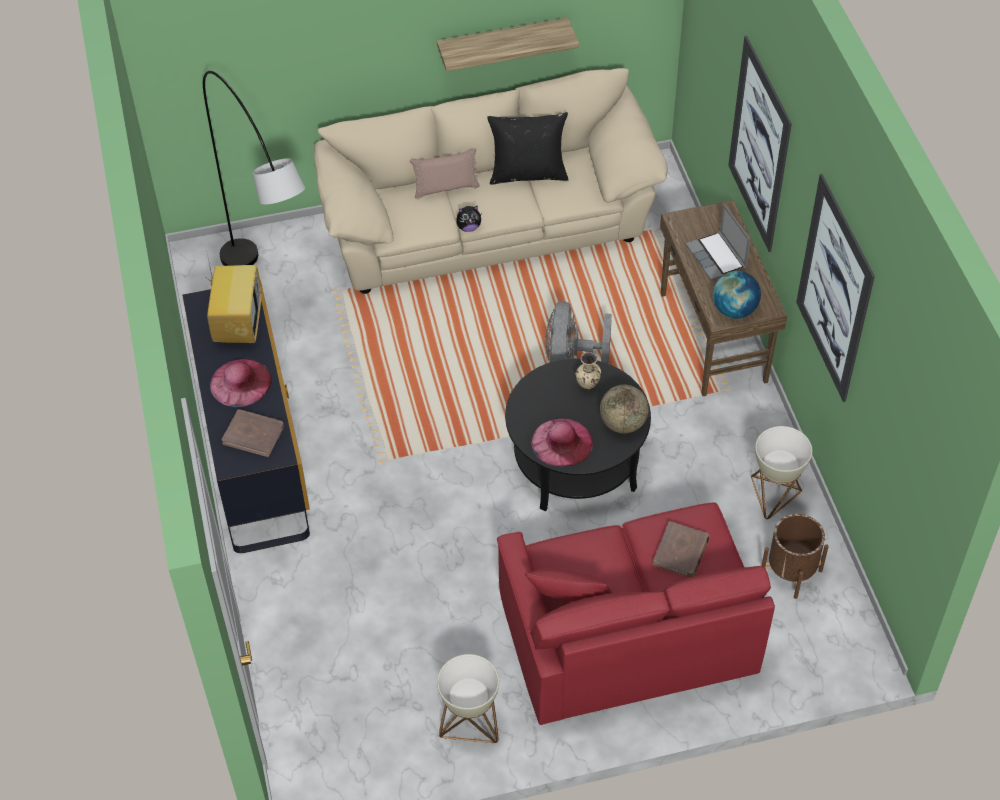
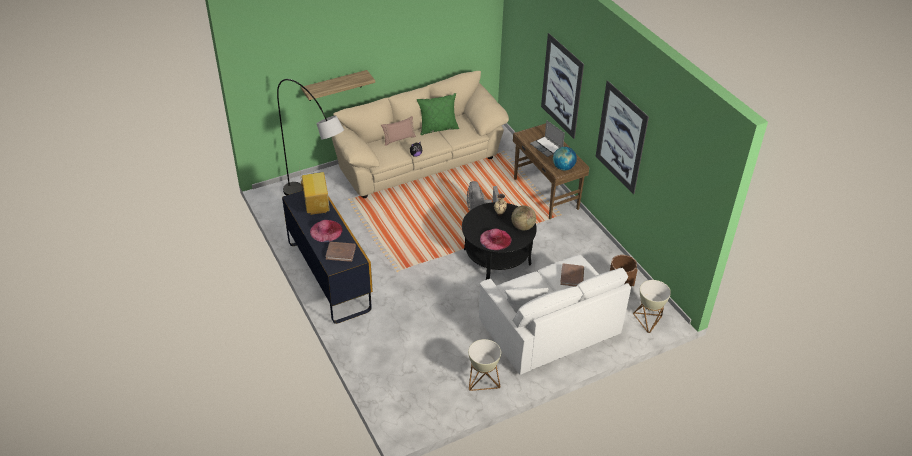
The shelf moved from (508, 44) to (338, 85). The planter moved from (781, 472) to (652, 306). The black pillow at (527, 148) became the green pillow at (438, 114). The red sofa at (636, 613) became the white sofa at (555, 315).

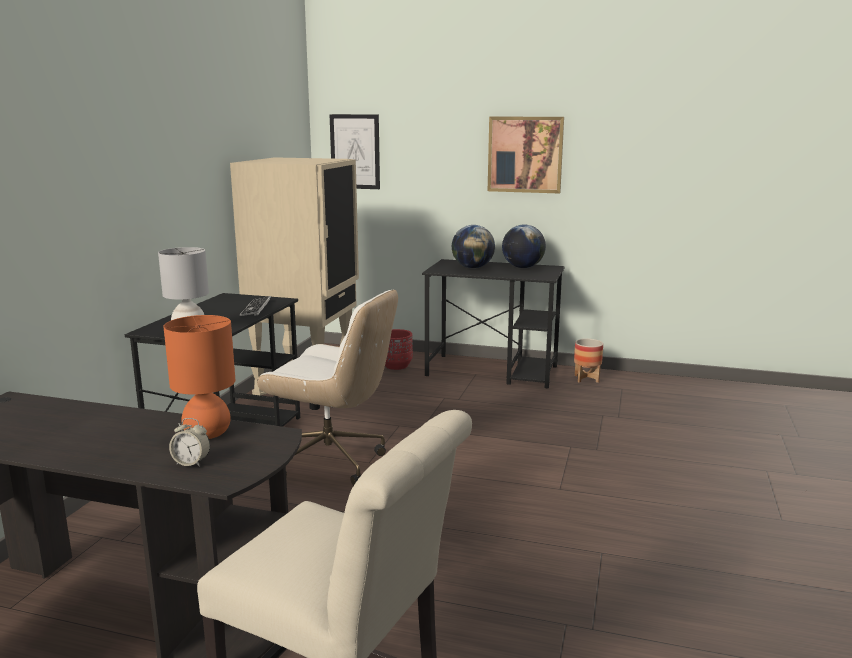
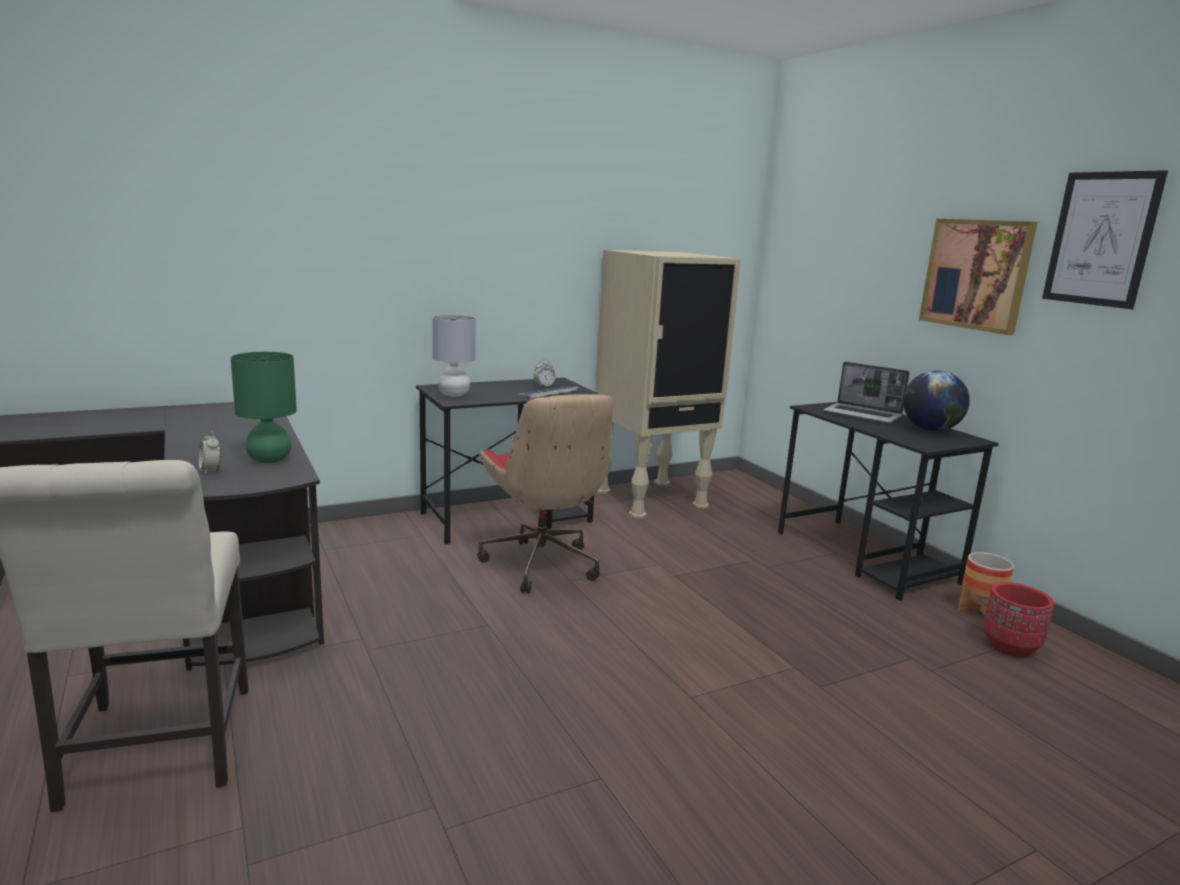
The alarm clock at (545, 373) appeared. The picture moved from (354, 151) to (1105, 239). The red planter moved from (399, 349) to (1018, 619). The globe at (473, 246) was replaced by the laptop at (866, 393). The orange table lamp at (199, 377) became the green table lamp at (264, 407). The white office chair at (327, 387) became the red office chair at (545, 493).

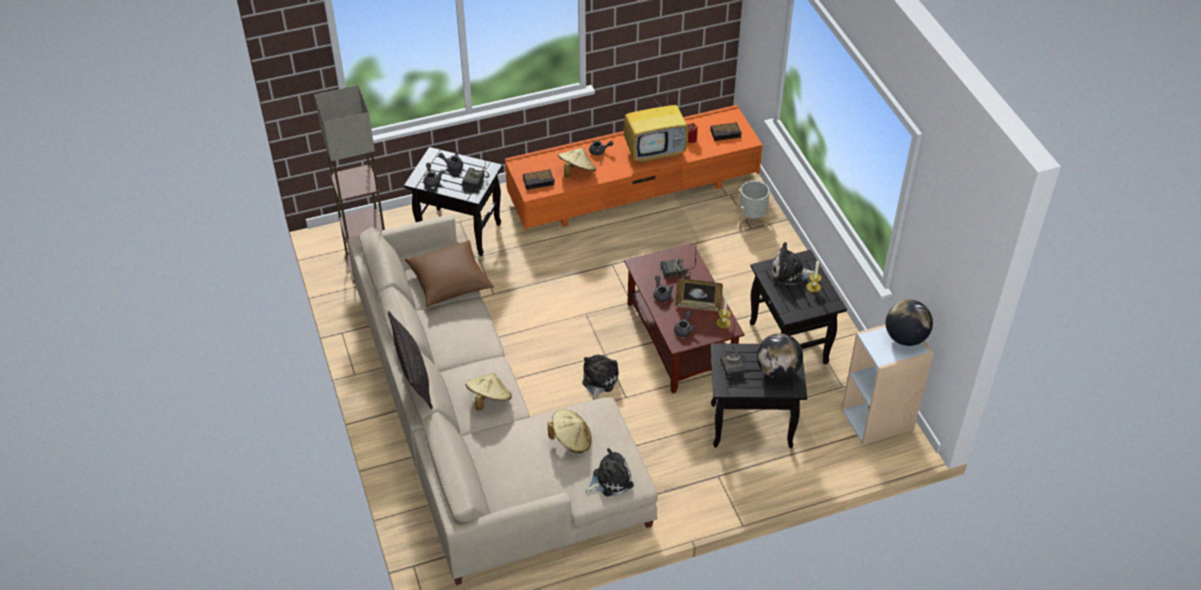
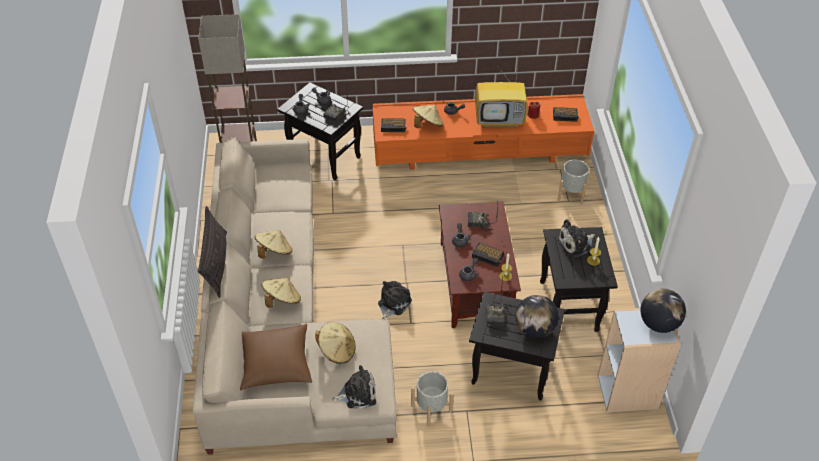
The beige hat at (273, 244) appeared. The grey planter at (432, 399) appeared. The brown pillow moved from (449, 274) to (276, 357). The picture frame at (699, 295) was replaced by the alarm clock at (488, 255). The plush toy at (793, 263) turned 45 degrees counterclockwise.

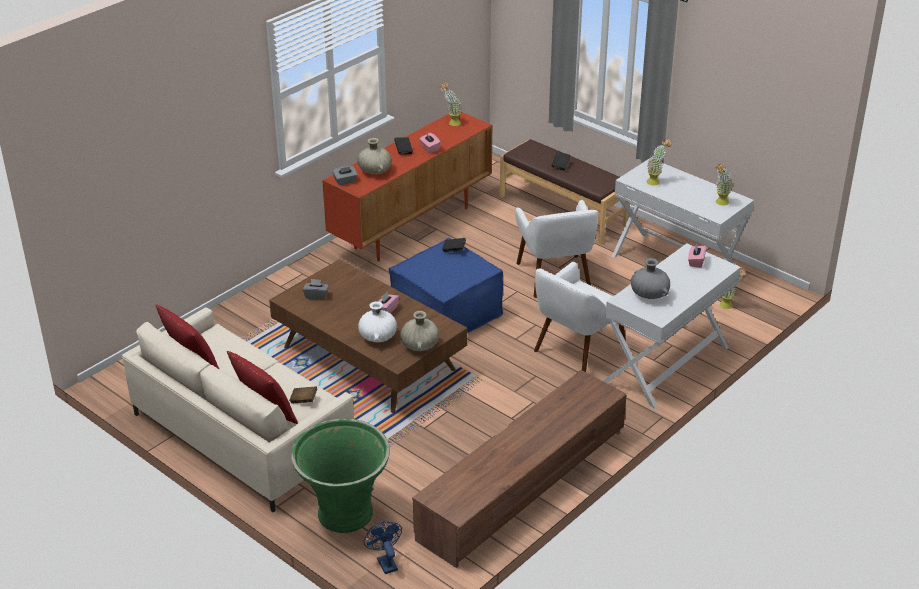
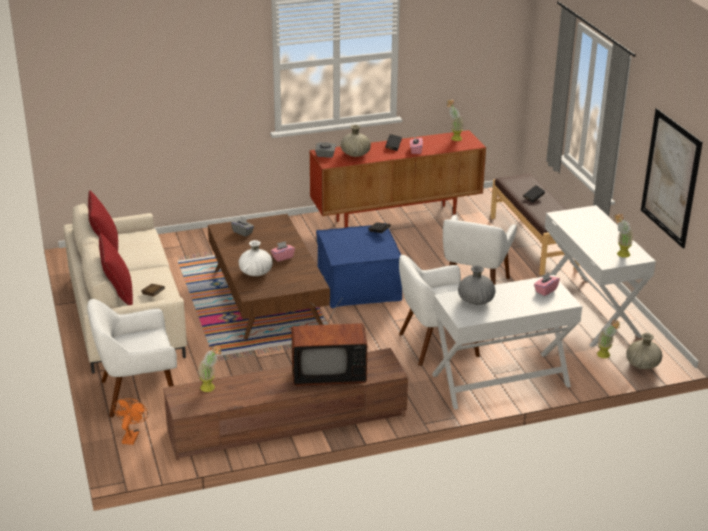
The television at (329, 341) appeared. The picture at (672, 178) appeared. The beige vase moved from (419, 331) to (644, 351). The potted plant moved from (659, 162) to (210, 368). The green planter at (340, 475) was replaced by the white armchair at (132, 358). The blue fan at (383, 547) became the orange fan at (130, 421).

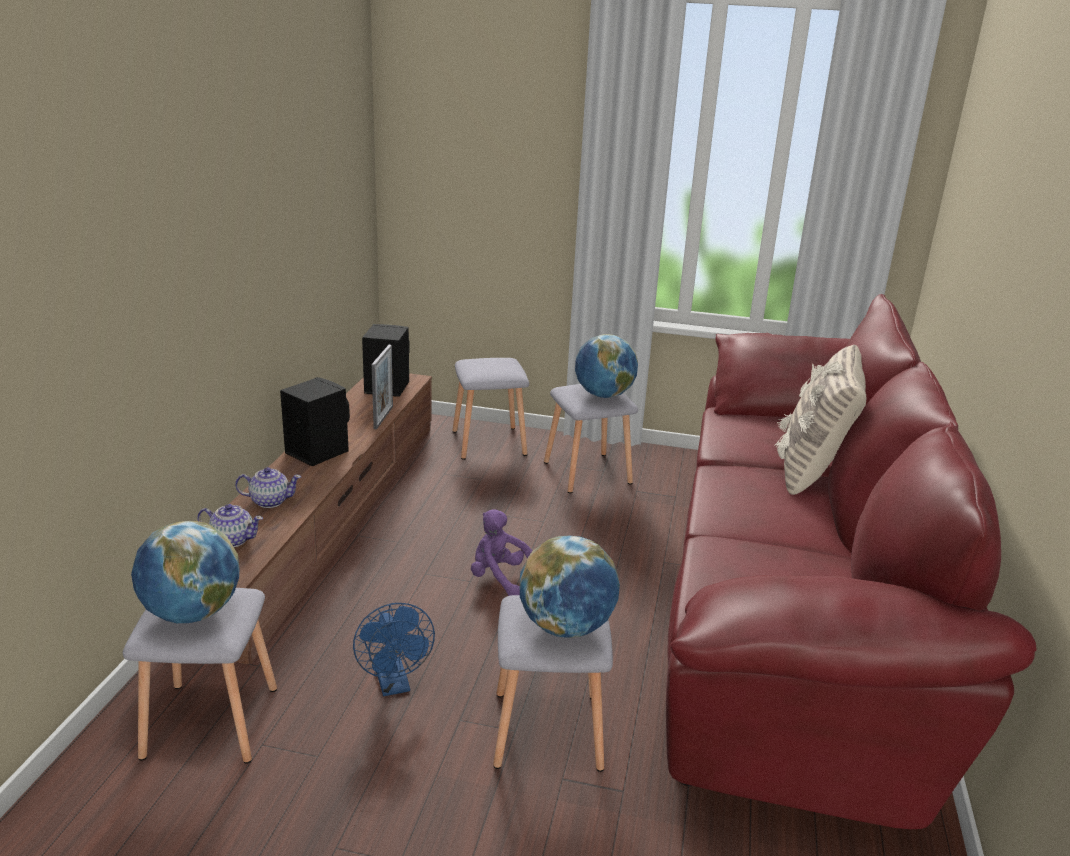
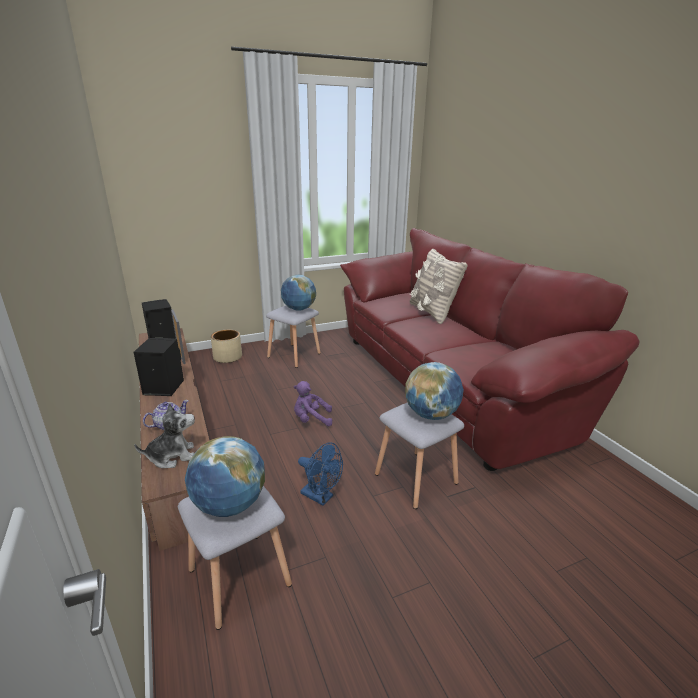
The teapot at (230, 525) was replaced by the plush toy at (164, 435). The grey stool at (490, 409) was replaced by the beige planter at (226, 346).

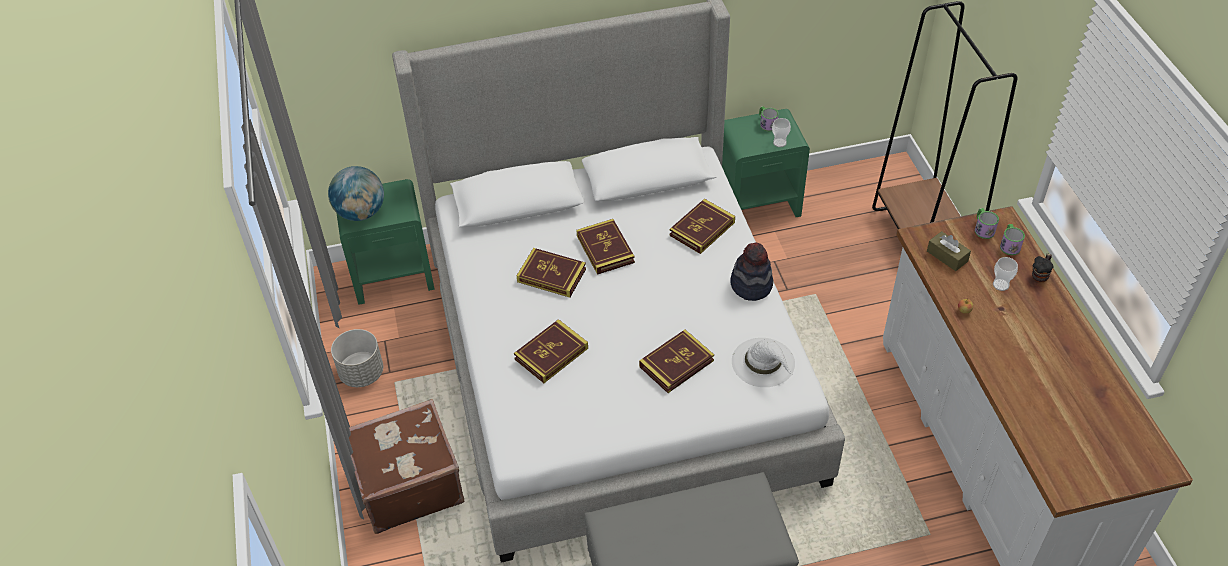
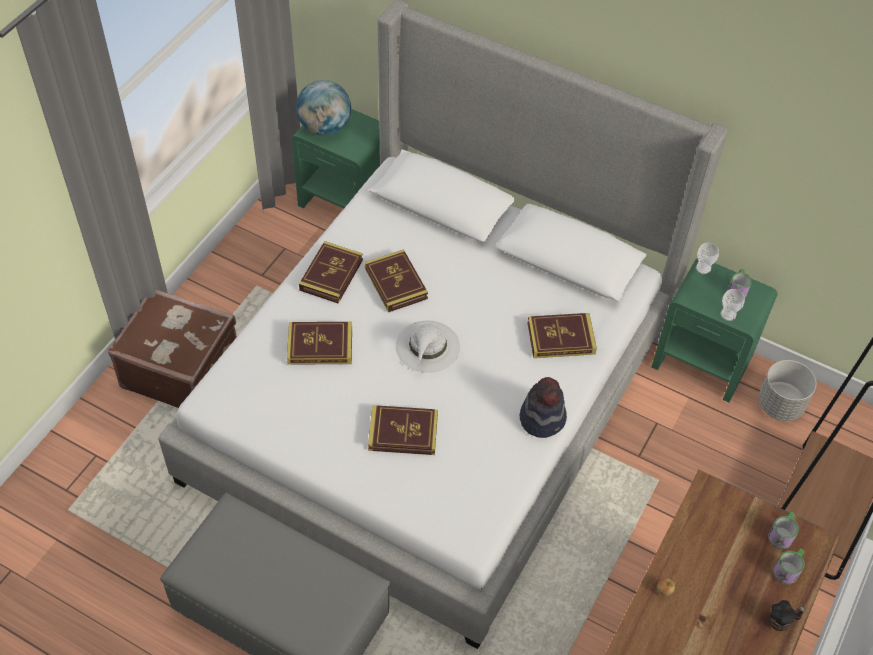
The brown tissue box at (949, 251) disappeared. The grey planter moved from (357, 358) to (787, 390). The book moved from (606, 247) to (331, 272). The white hat moved from (763, 362) to (428, 346). The cup moved from (1005, 274) to (707, 258).

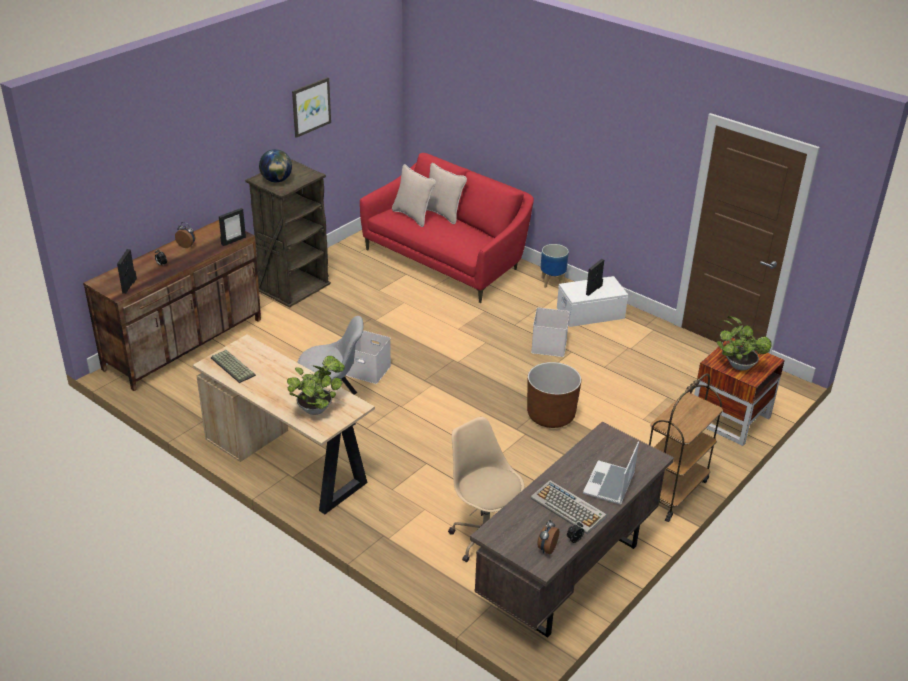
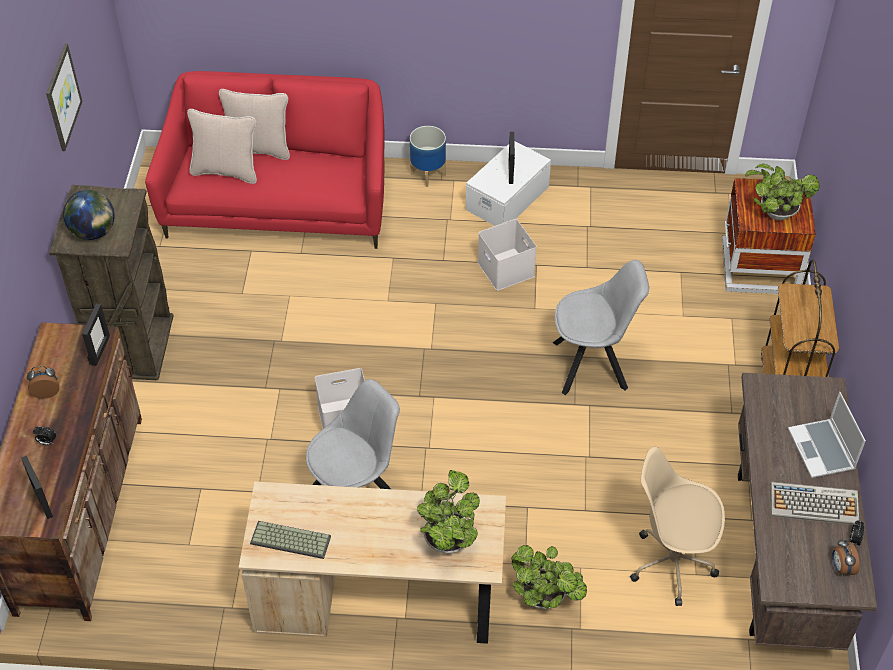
The potted plant at (549, 577) appeared. The brown planter at (554, 395) was replaced by the grey chair at (601, 327).

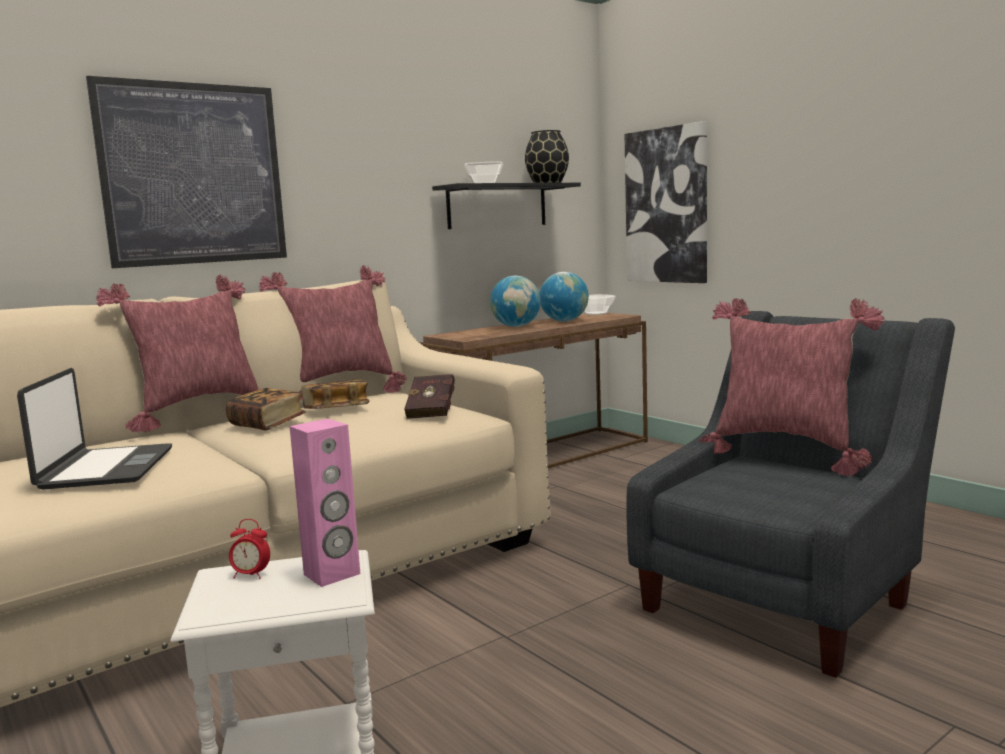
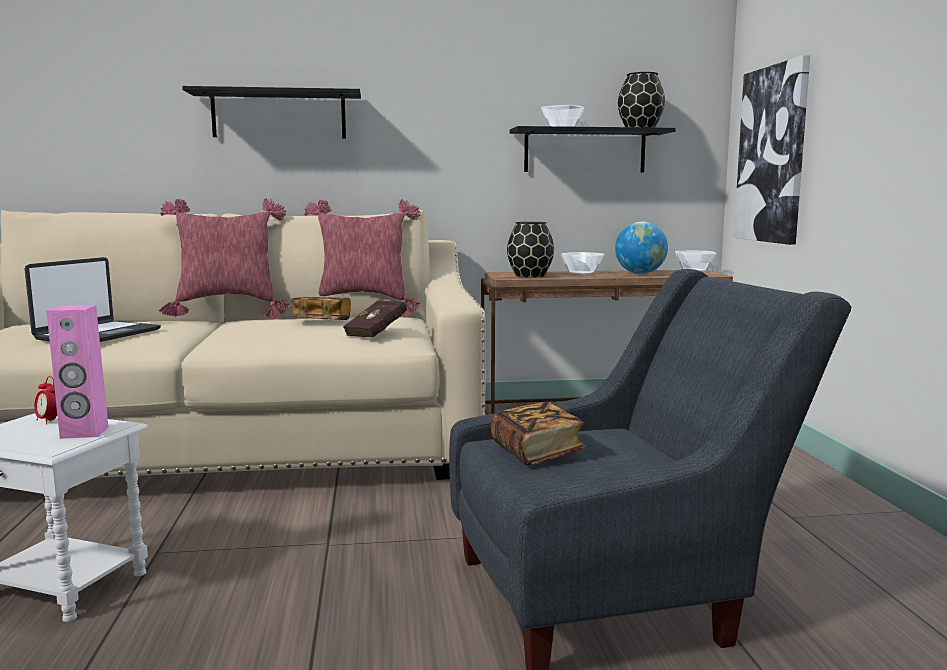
The red pillow at (791, 387) disappeared. The black vase at (530, 249) appeared. The book moved from (266, 409) to (538, 434). The picture at (186, 172) was replaced by the black shelf at (271, 112). The globe at (515, 301) was replaced by the bowl at (582, 263).

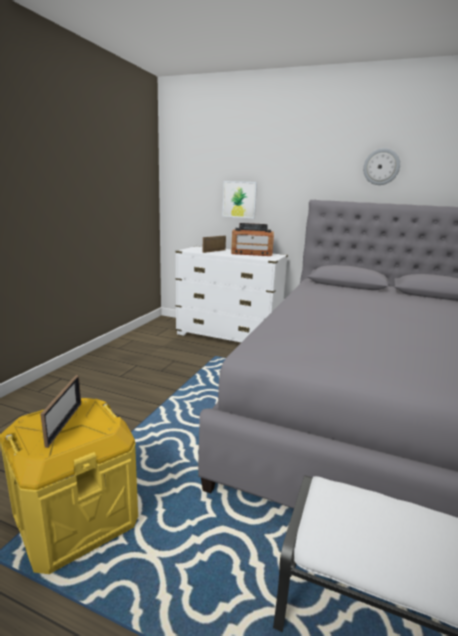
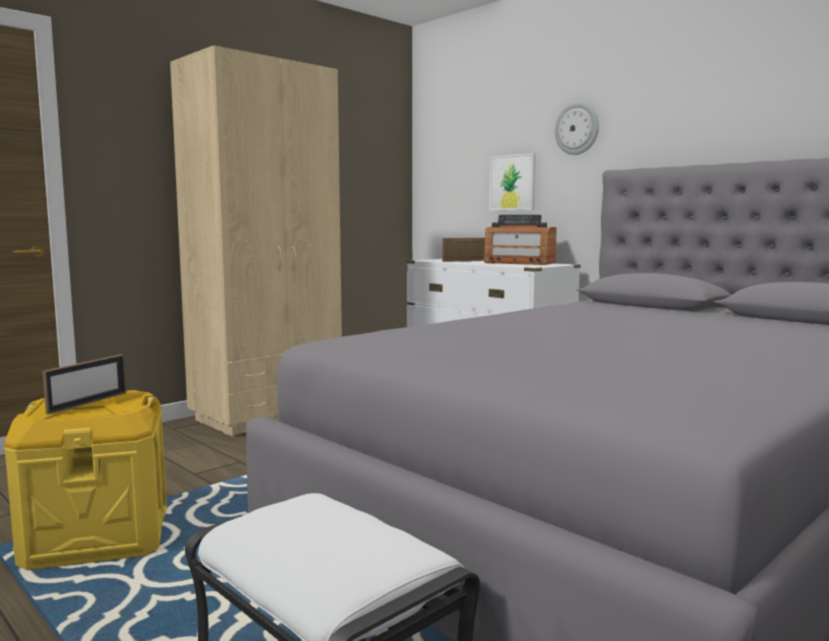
The beige wardrobe at (256, 241) appeared. The wall clock moved from (381, 166) to (577, 128).

